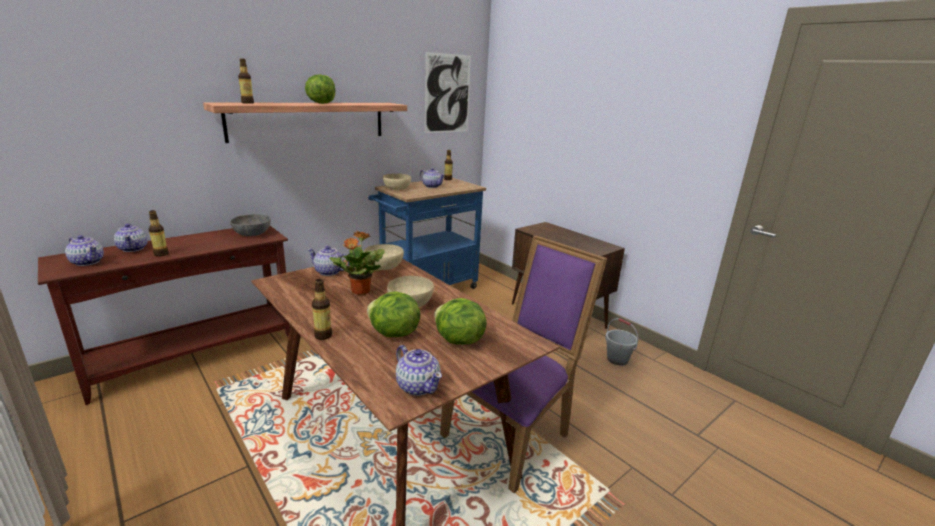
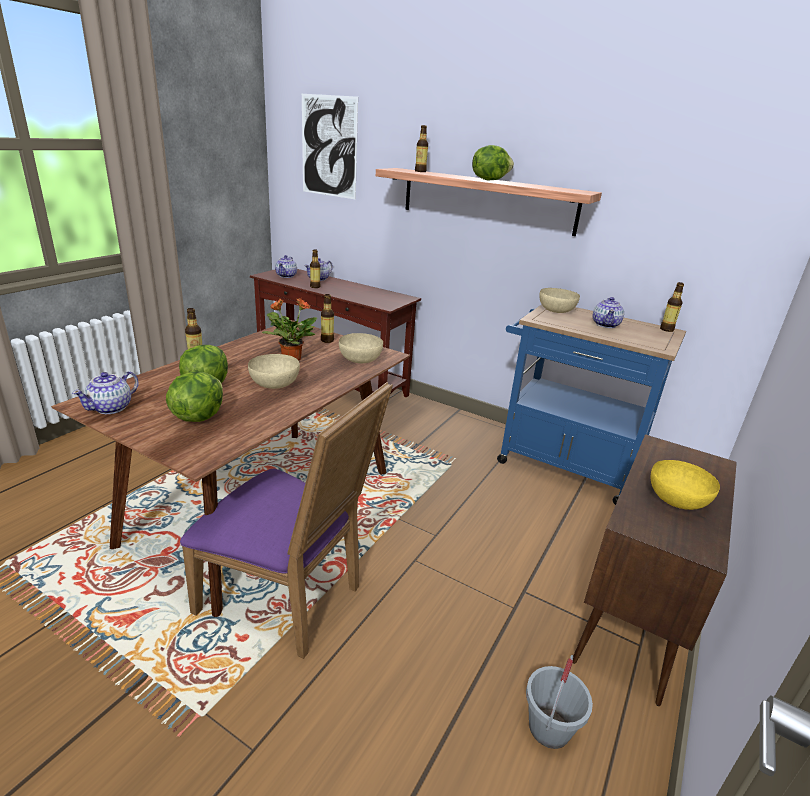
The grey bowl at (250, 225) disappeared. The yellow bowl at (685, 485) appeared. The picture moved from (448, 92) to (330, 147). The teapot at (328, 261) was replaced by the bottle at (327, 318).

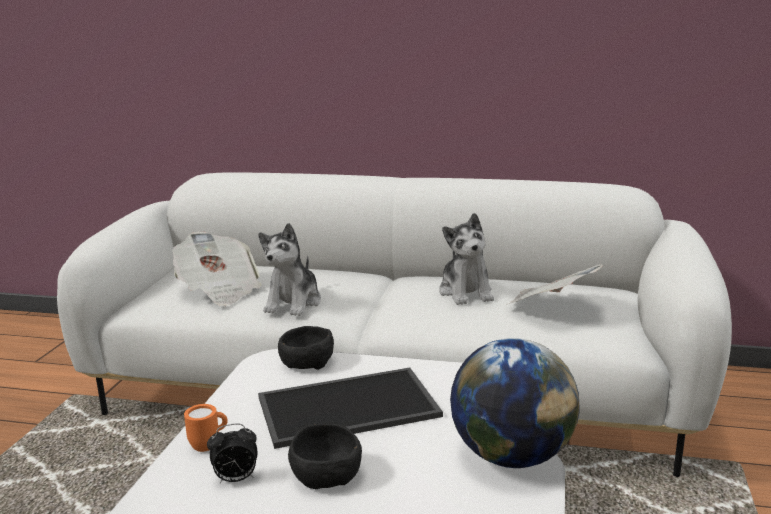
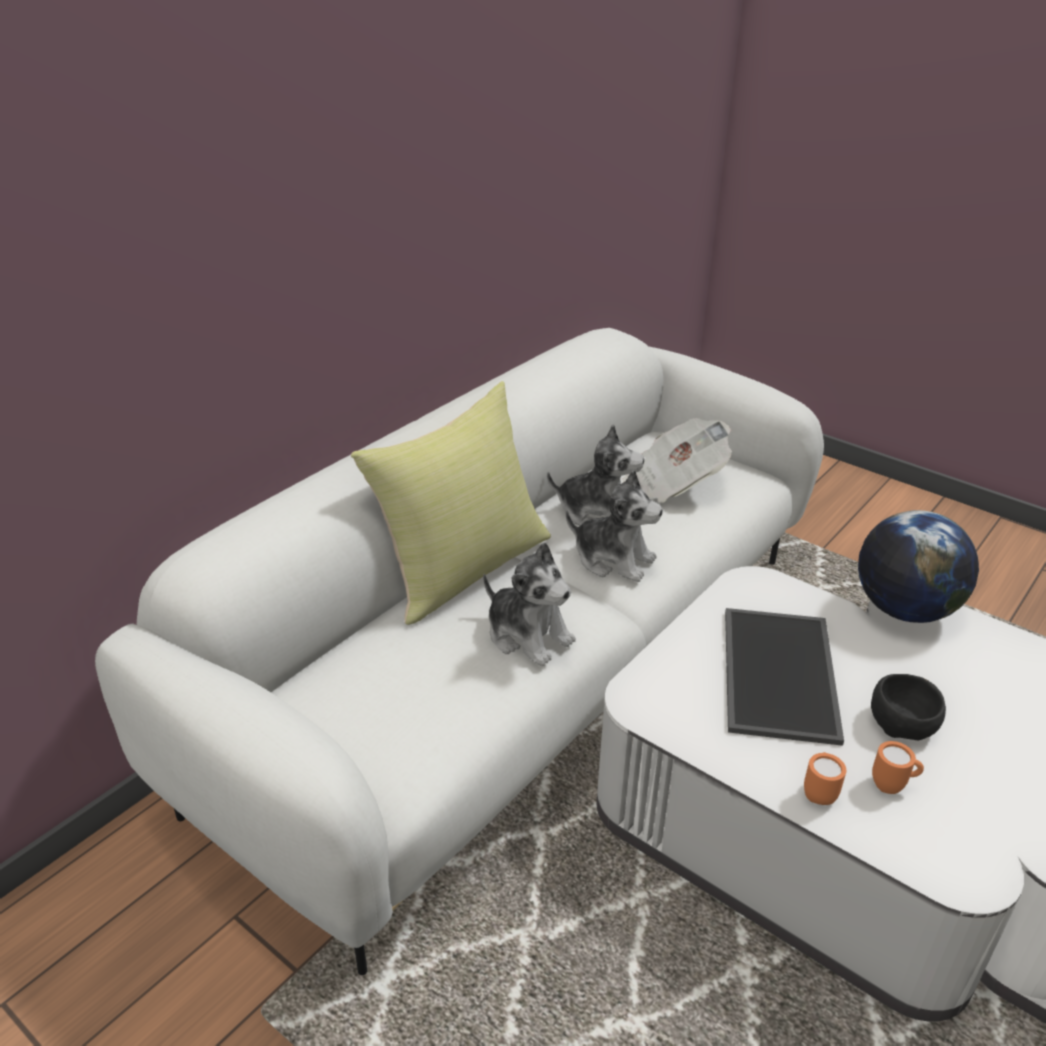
The newspaper at (216, 268) disappeared. The black bowl at (306, 348) disappeared. The yellow pillow at (451, 503) appeared. The plush toy at (614, 526) appeared. The alarm clock at (232, 453) was replaced by the orange mug at (898, 767).

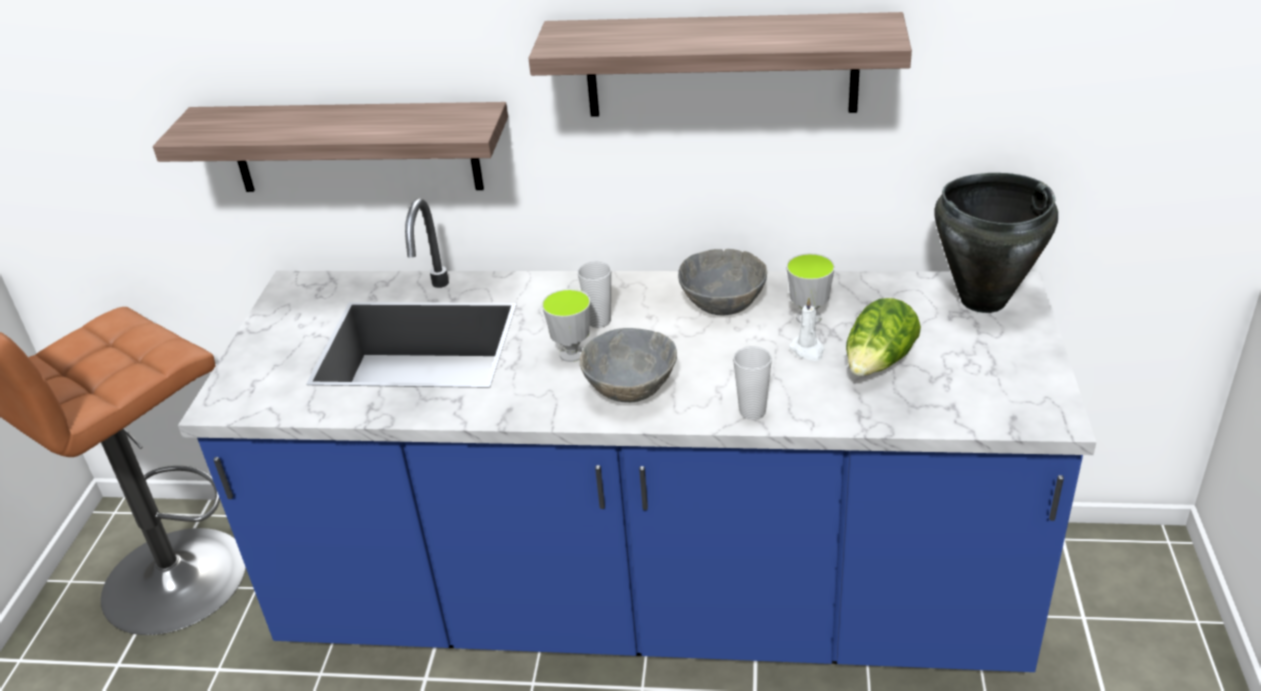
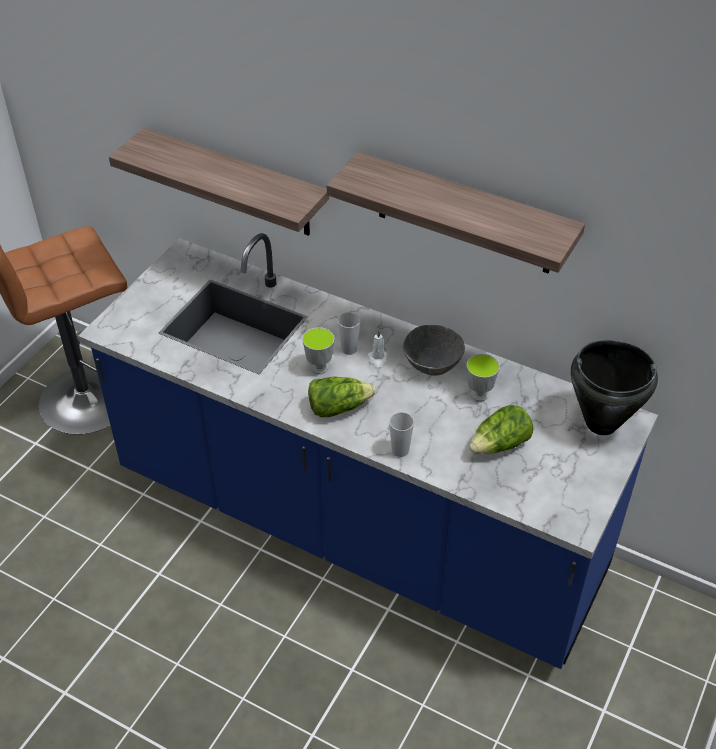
The white candle moved from (806, 329) to (378, 349). The grey bowl at (628, 365) was replaced by the lettuce at (342, 396).

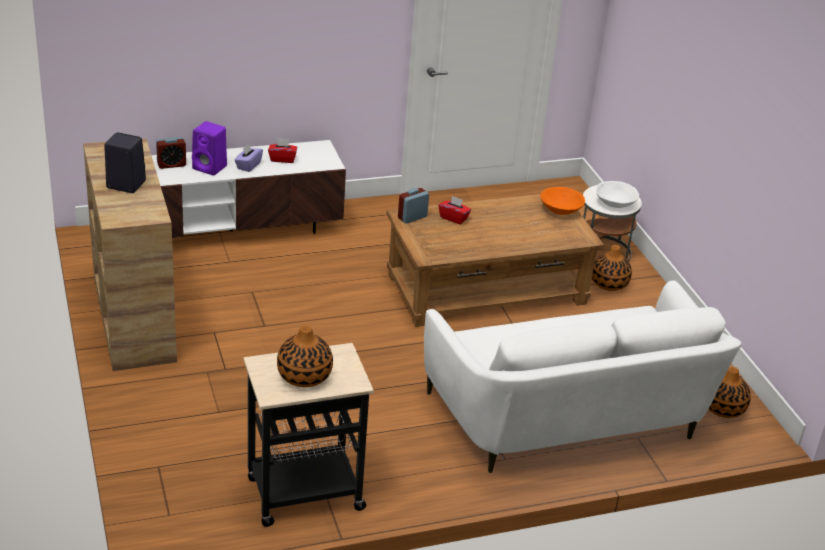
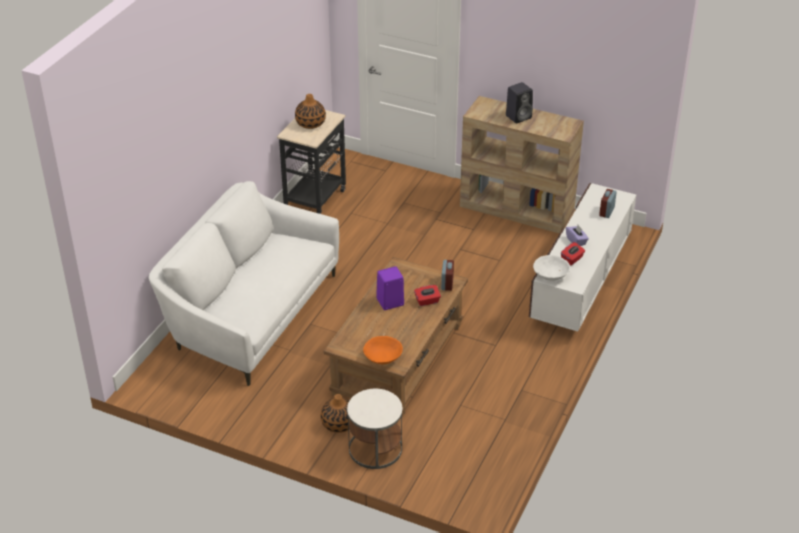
The vase at (730, 392) disappeared. The purple speaker moved from (209, 148) to (390, 288). The white bowl moved from (617, 194) to (551, 268).

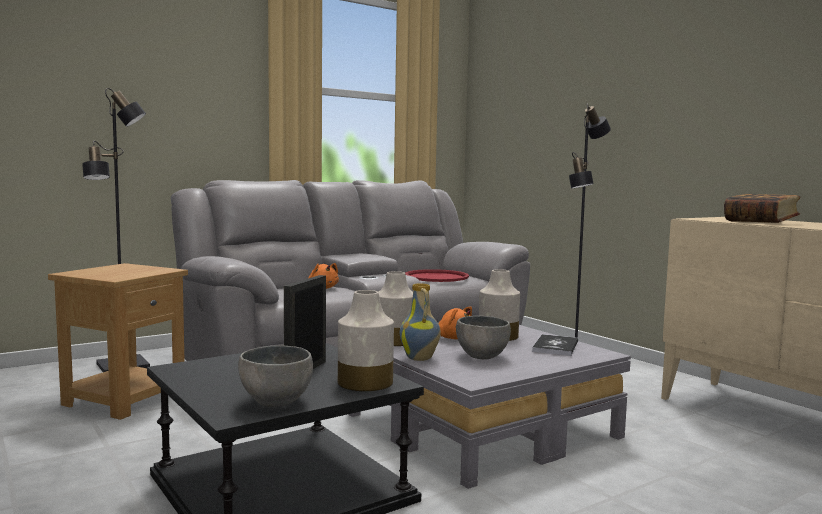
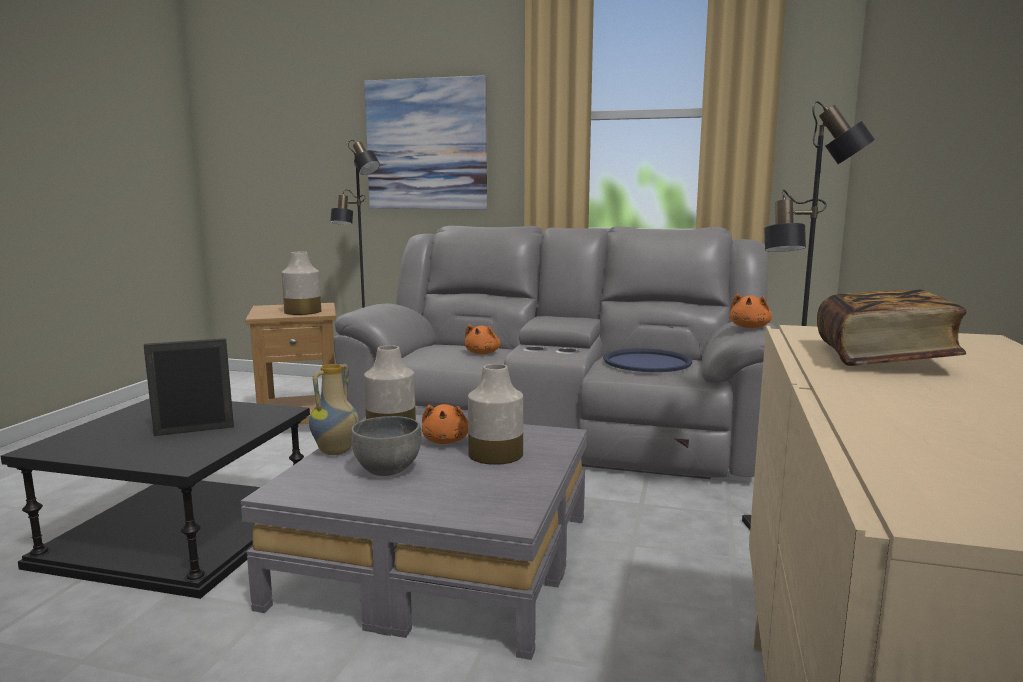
The grey bowl at (275, 376) disappeared. The book at (555, 345) disappeared. The picture at (425, 142) appeared. The orange plush toy at (751, 311) appeared. The beige vase moved from (366, 340) to (301, 283). The red tray at (437, 275) became the blue tray at (647, 360).

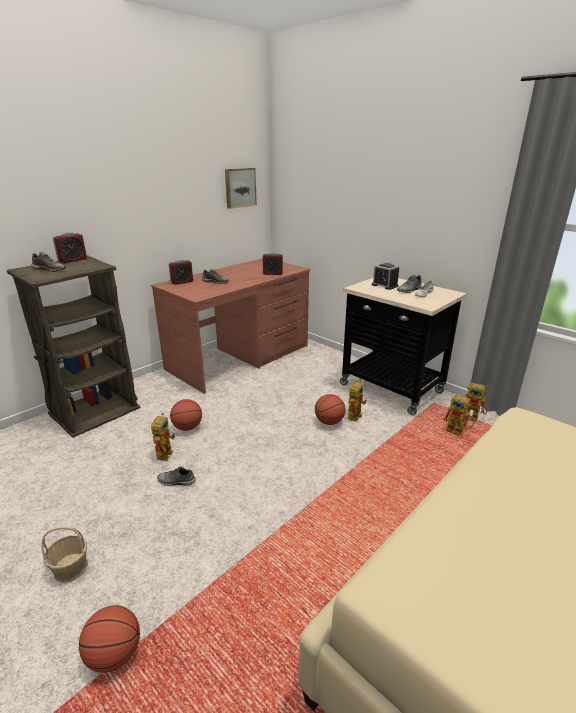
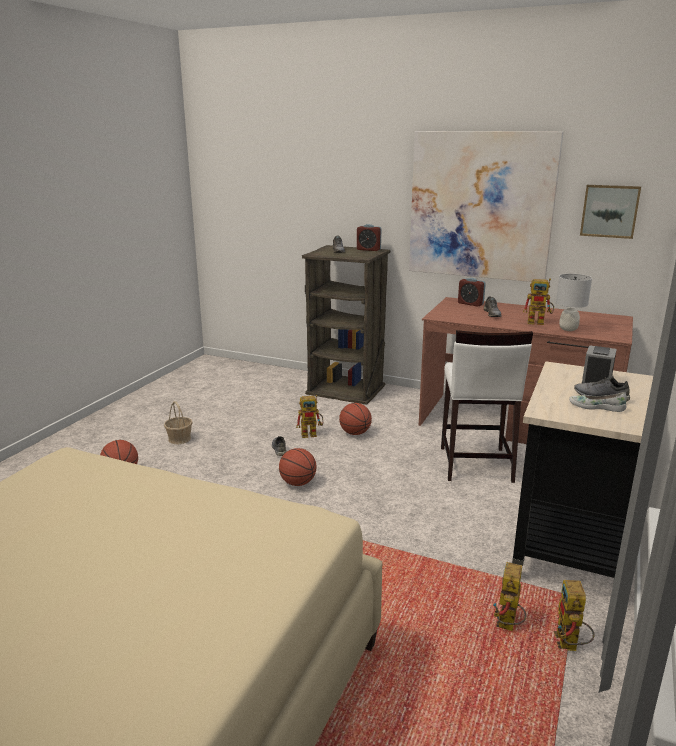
The picture at (486, 206) appeared. The white stool at (487, 406) appeared. The basketball moved from (330, 409) to (298, 467). The toy robot moved from (357, 400) to (538, 301). The alarm clock at (273, 263) was replaced by the grey table lamp at (574, 302).

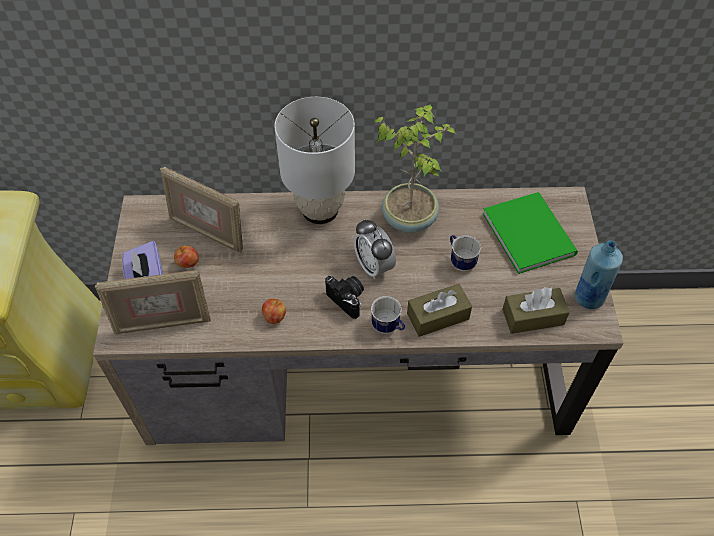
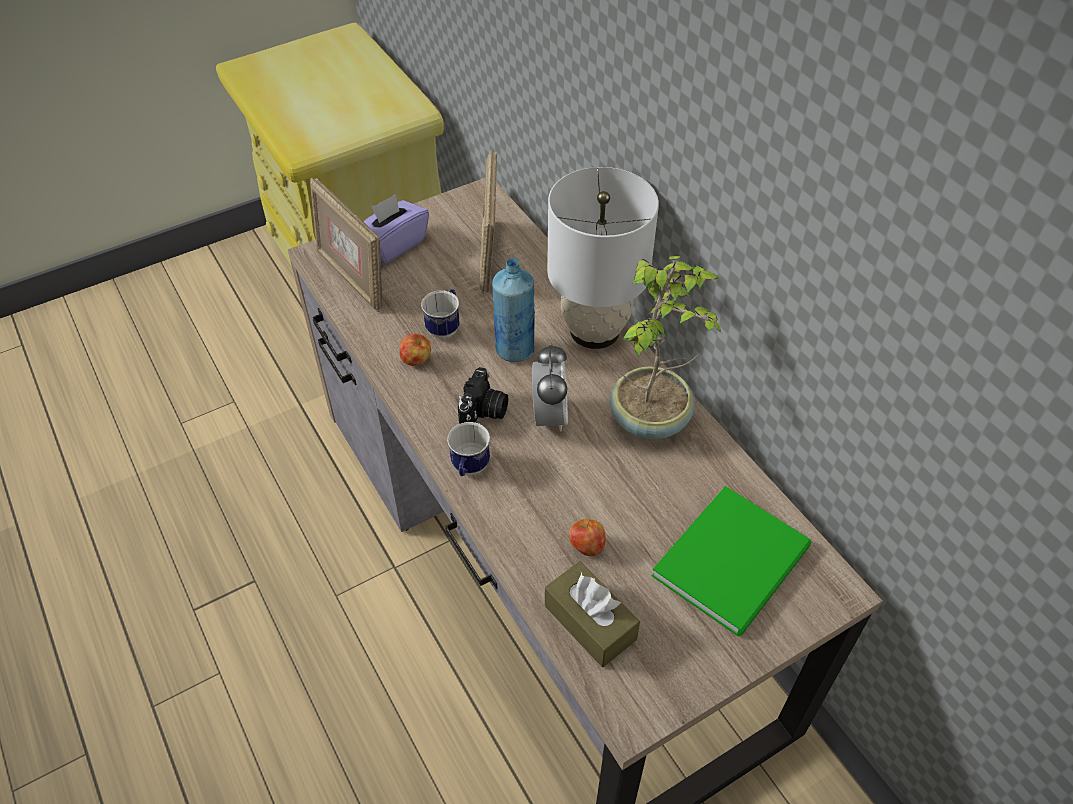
The brown tissue box at (439, 310) disappeared. The apple moved from (186, 256) to (587, 537). The mug moved from (465, 253) to (440, 313). The blue bottle moved from (599, 274) to (513, 310). The alarm clock at (375, 249) turned 150 degrees clockwise.

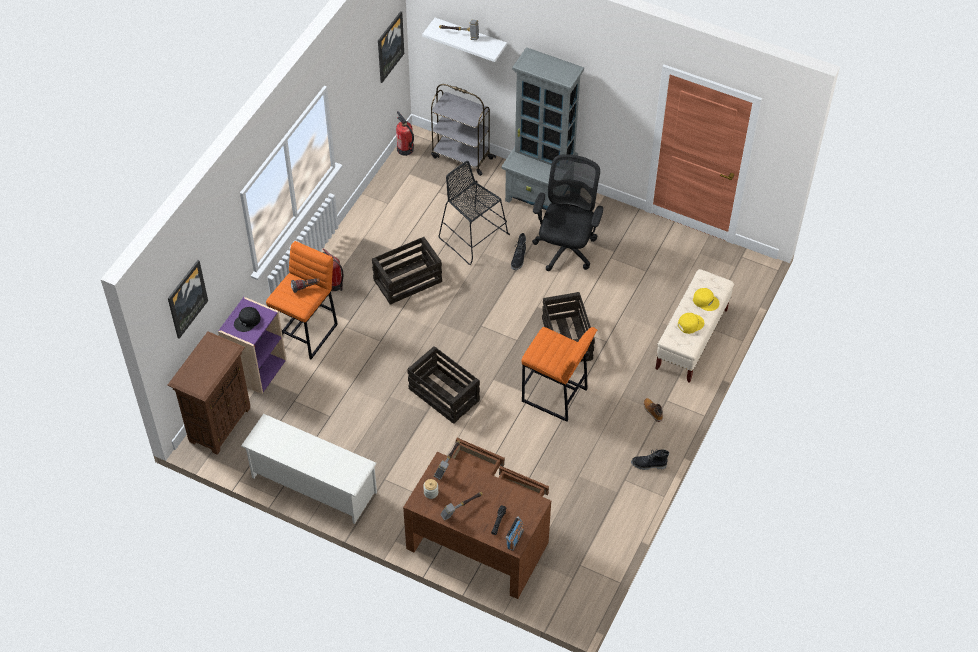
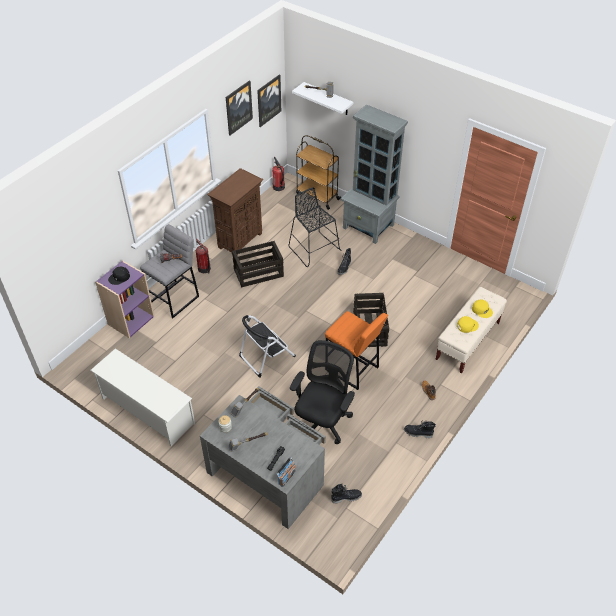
The black boot at (346, 494) appeared. The brown cabinet moved from (208, 393) to (235, 212). The picture moved from (188, 299) to (239, 108). The black office chair moved from (567, 212) to (322, 392). The crate at (443, 385) was replaced by the step ladder at (267, 346). The orange stool at (302, 300) became the grey stool at (169, 271). The brown desk at (477, 518) became the grey desk at (263, 457). The grey cart at (463, 130) became the brown cart at (319, 172).

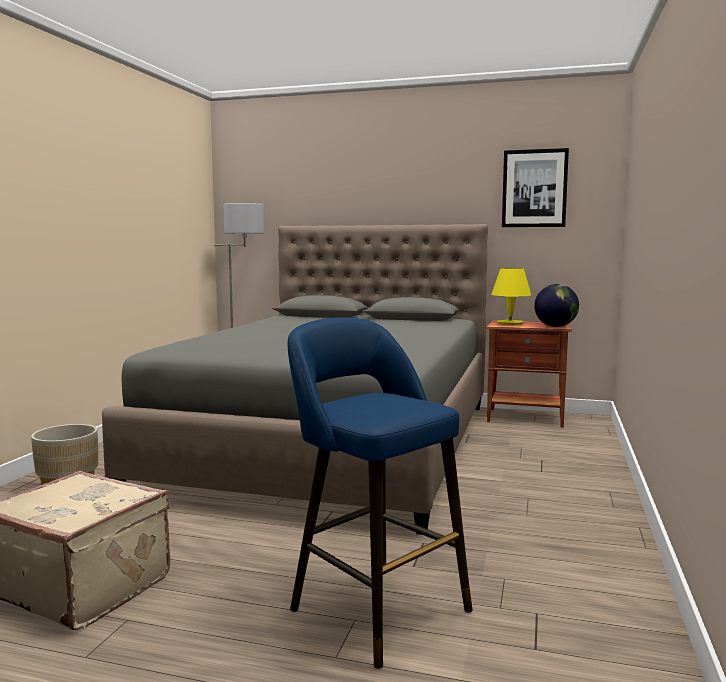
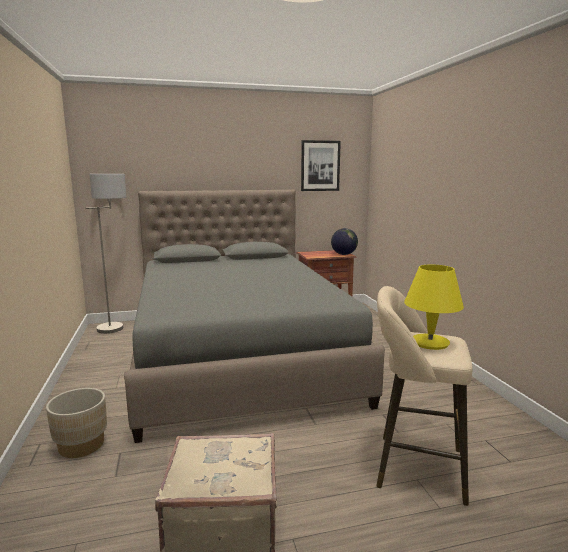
The yellow table lamp moved from (511, 296) to (434, 307). The blue stool at (380, 493) became the beige stool at (424, 396).

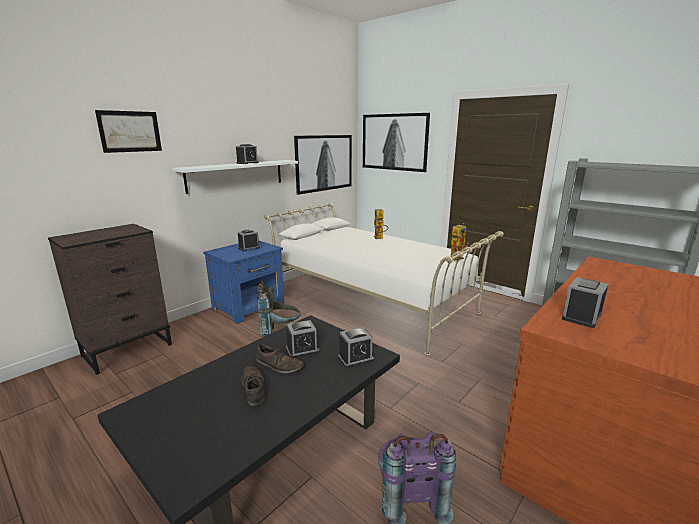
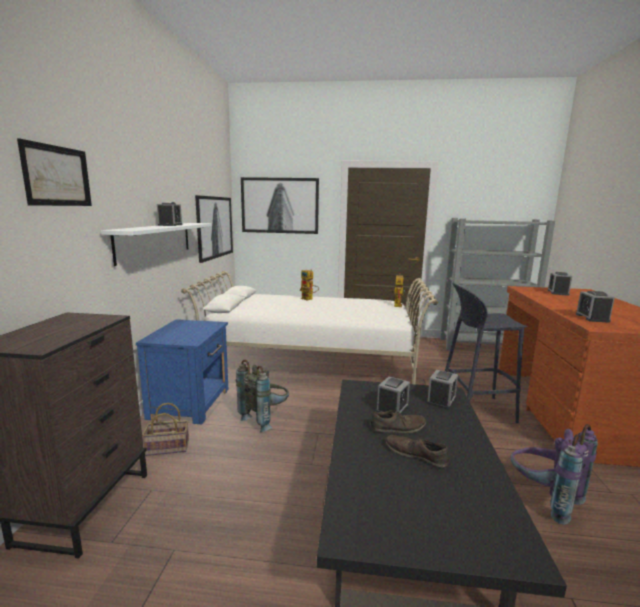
The basket at (165, 429) appeared. The grey stool at (486, 353) appeared. The alarm clock moved from (249, 240) to (560, 284).

